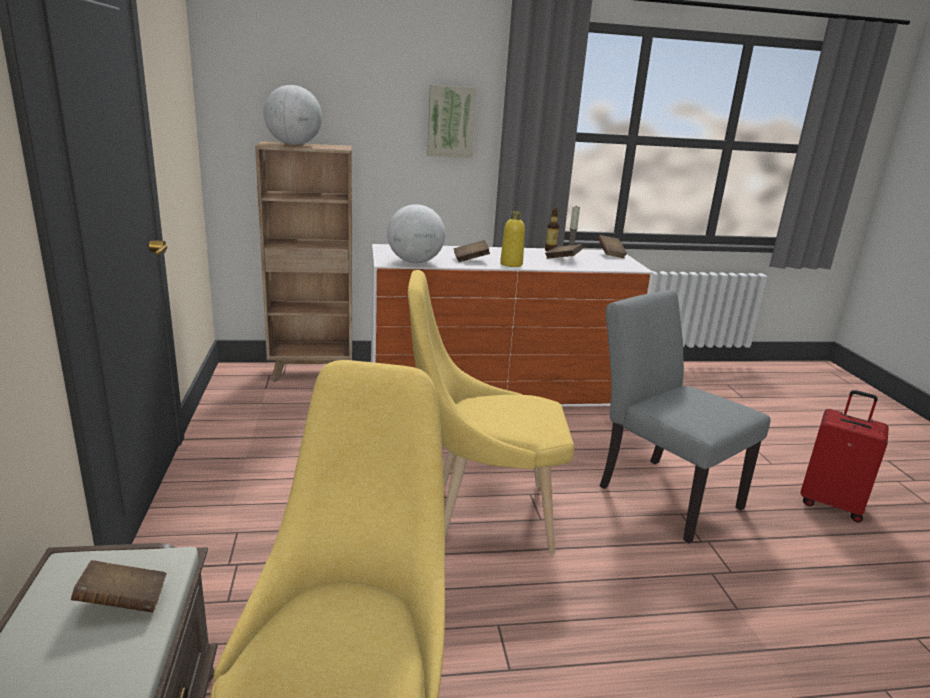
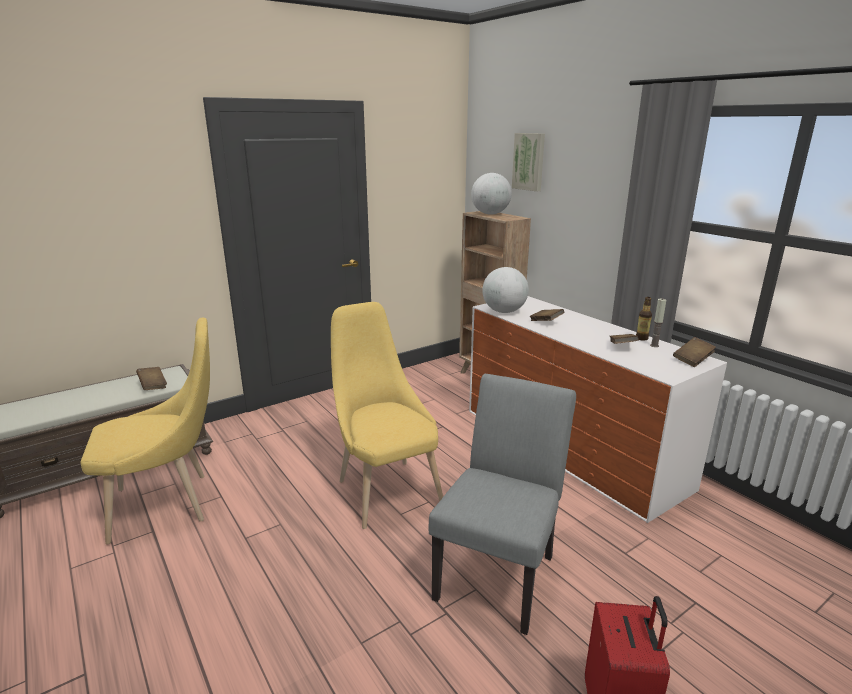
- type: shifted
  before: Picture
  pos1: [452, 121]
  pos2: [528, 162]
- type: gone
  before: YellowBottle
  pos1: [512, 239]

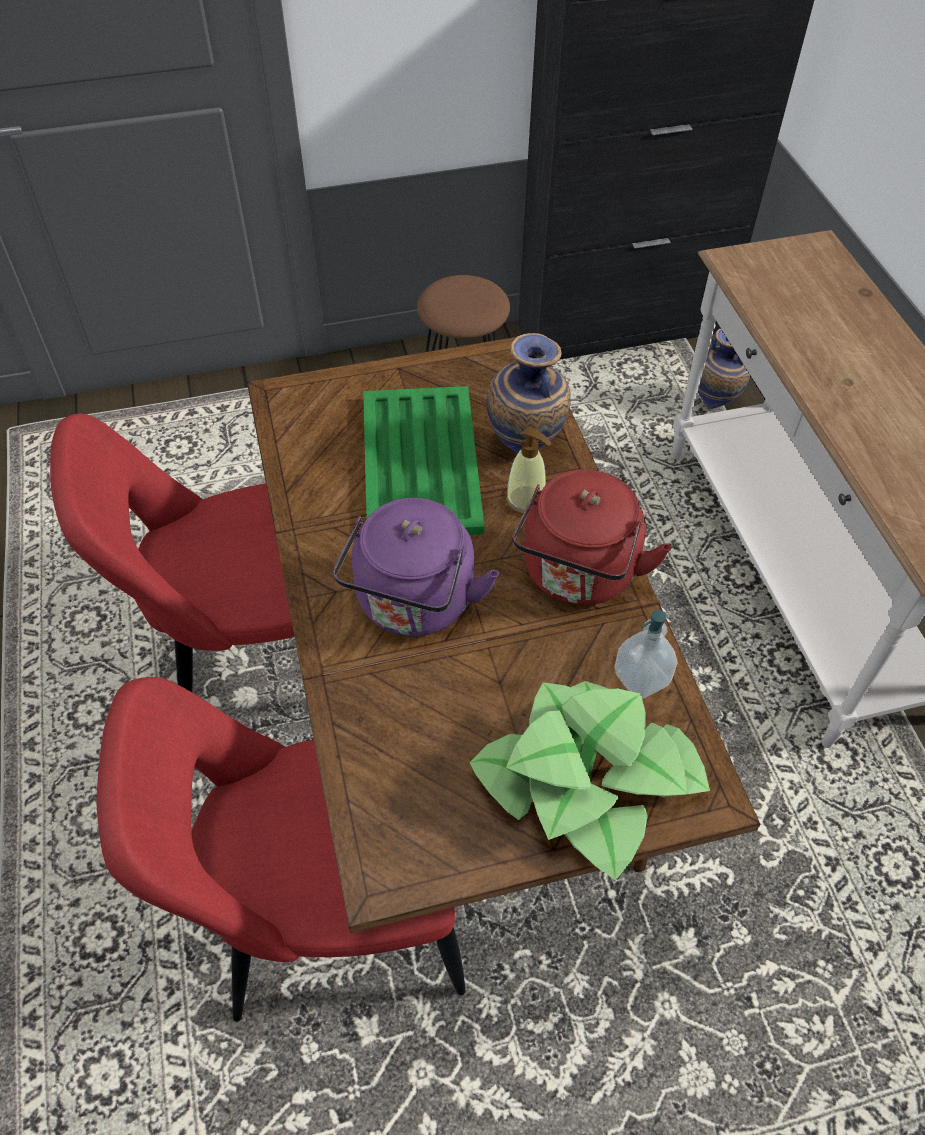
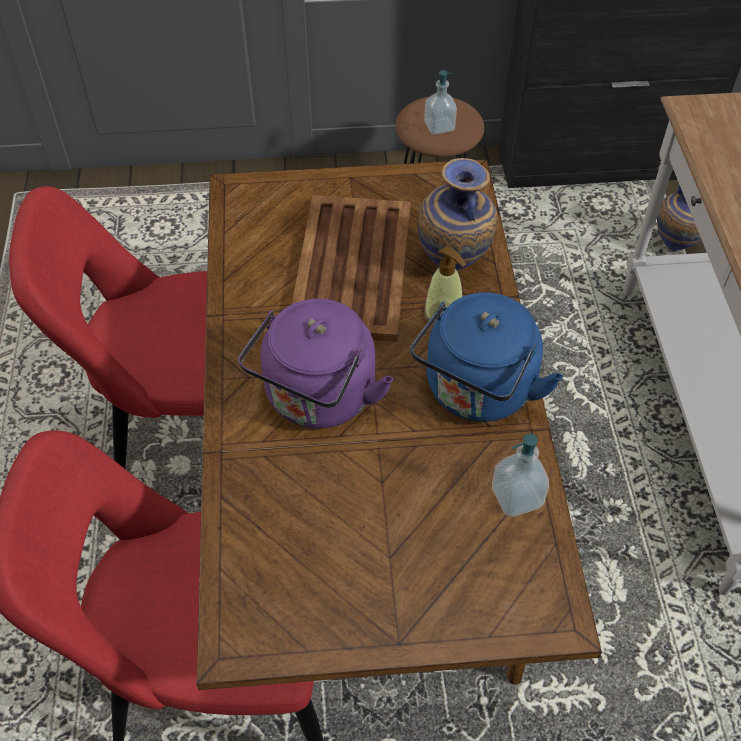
- type: repainted
  before: GreenTray
  after: BrownTray
  pos1: [423, 460]
  pos2: [351, 268]
- type: repainted
  before: RedKettle
  after: BlueKettle
  pos1: [592, 537]
  pos2: [486, 357]
- type: gone
  before: PottedPlant
  pos1: [589, 781]
- type: new
  after: SoapDispenser
  pos2: [440, 102]

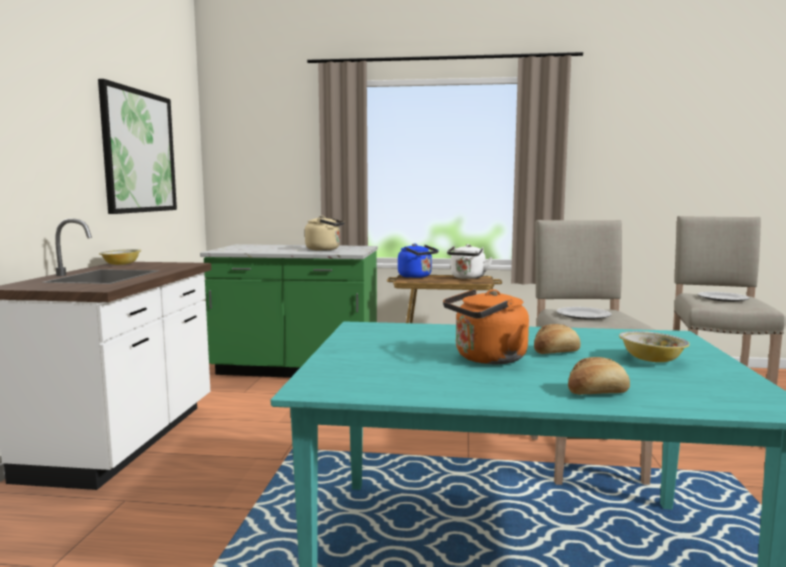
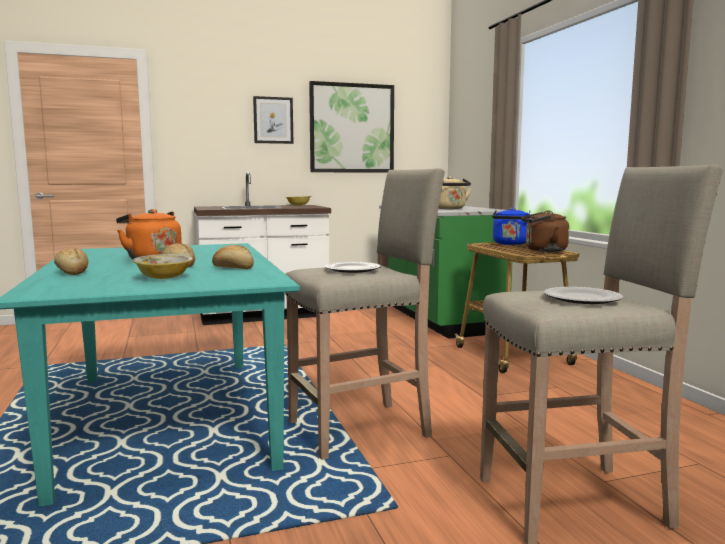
- type: repainted
  before: WhiteKettle
  after: BrownKettle
  pos1: [470, 261]
  pos2: [545, 231]
- type: new
  after: Picture
  pos2: [273, 120]
- type: new
  after: Bread
  pos2: [233, 257]

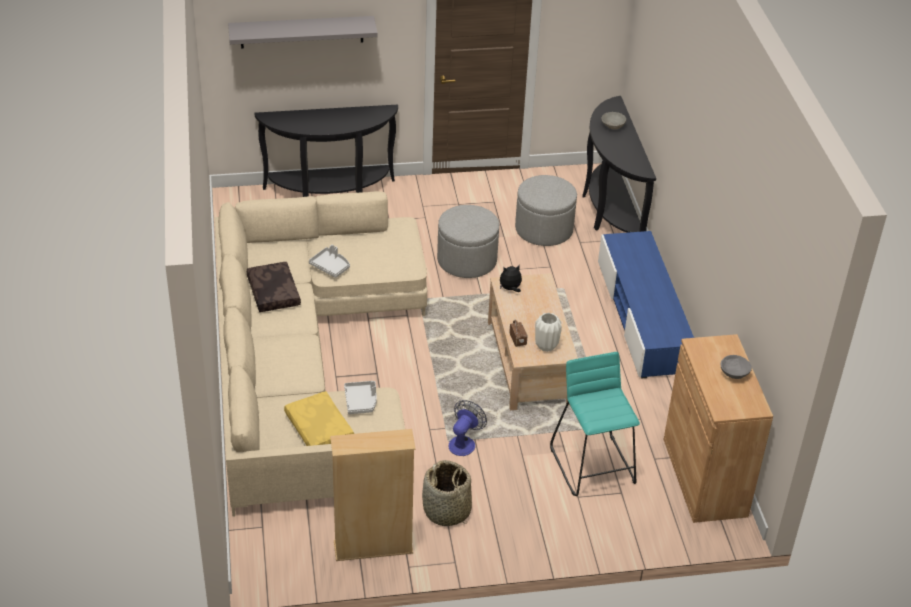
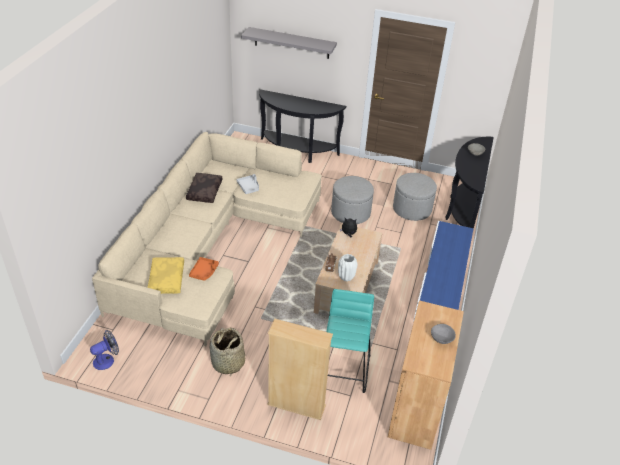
- type: repainted
  before: GreyTray
  after: OrangeTray
  pos1: [360, 397]
  pos2: [204, 269]
- type: shifted
  before: Fan
  pos1: [467, 428]
  pos2: [104, 350]
- type: shifted
  before: BeigeBookcase
  pos1: [373, 495]
  pos2: [300, 369]

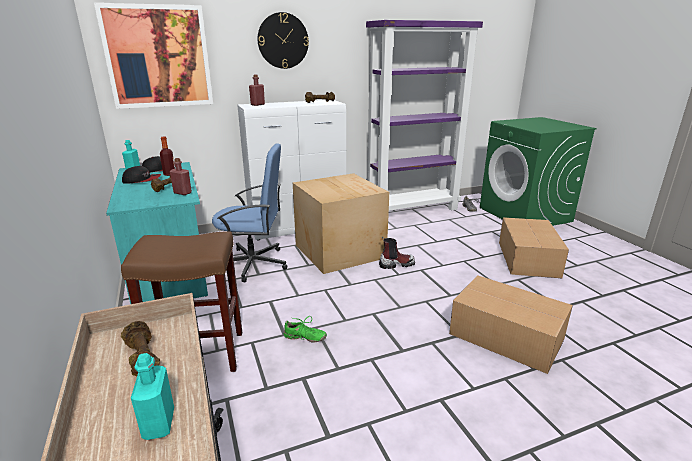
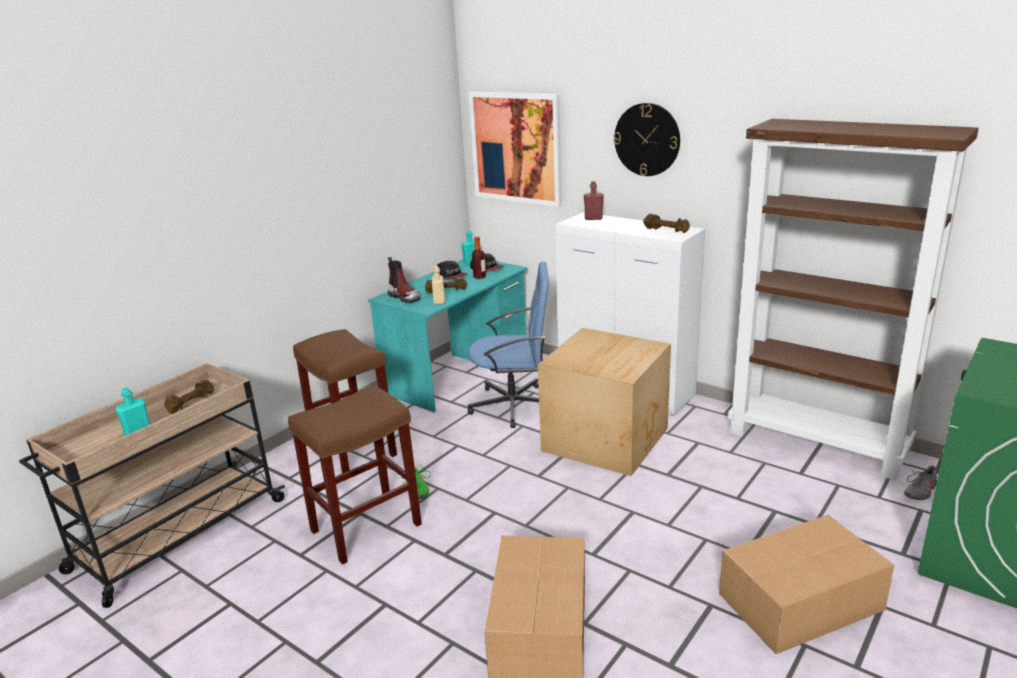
- type: repainted
  before: PurpleBookcase
  after: BrownBookcase
  pos1: [424, 115]
  pos2: [853, 299]
- type: rotated
  before: BlueOfficeChair
  pos1: [249, 213]
  pos2: [508, 345]
  turn: -60
- type: repainted
  before: RedBottle
  after: BeigeBottle
  pos1: [181, 176]
  pos2: [438, 285]
- type: shifted
  before: Boot
  pos1: [397, 253]
  pos2: [404, 280]
- type: new
  after: BrownStool
  pos2: [355, 475]

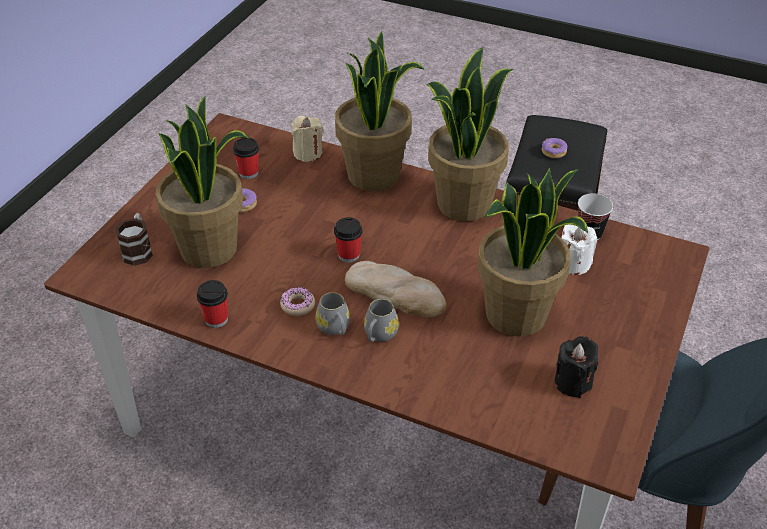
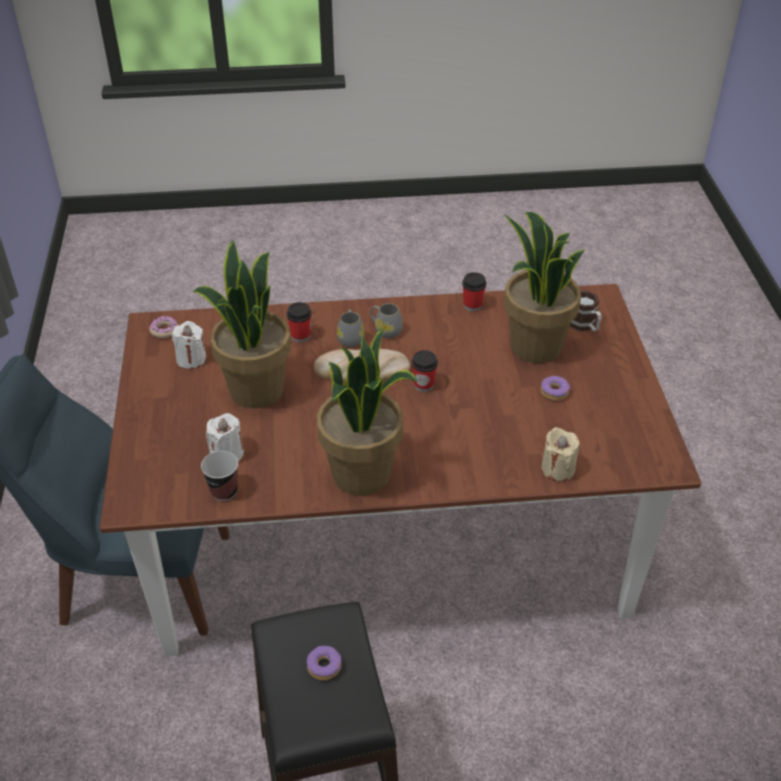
- type: gone
  before: PottedPlant
  pos1: [380, 111]
- type: shifted
  before: Cup
  pos1: [246, 158]
  pos2: [299, 322]
- type: shifted
  before: Donut
  pos1: [297, 301]
  pos2: [163, 327]
- type: repainted
  before: BlackCandle
  after: WhiteCandle
  pos1: [576, 367]
  pos2: [189, 345]

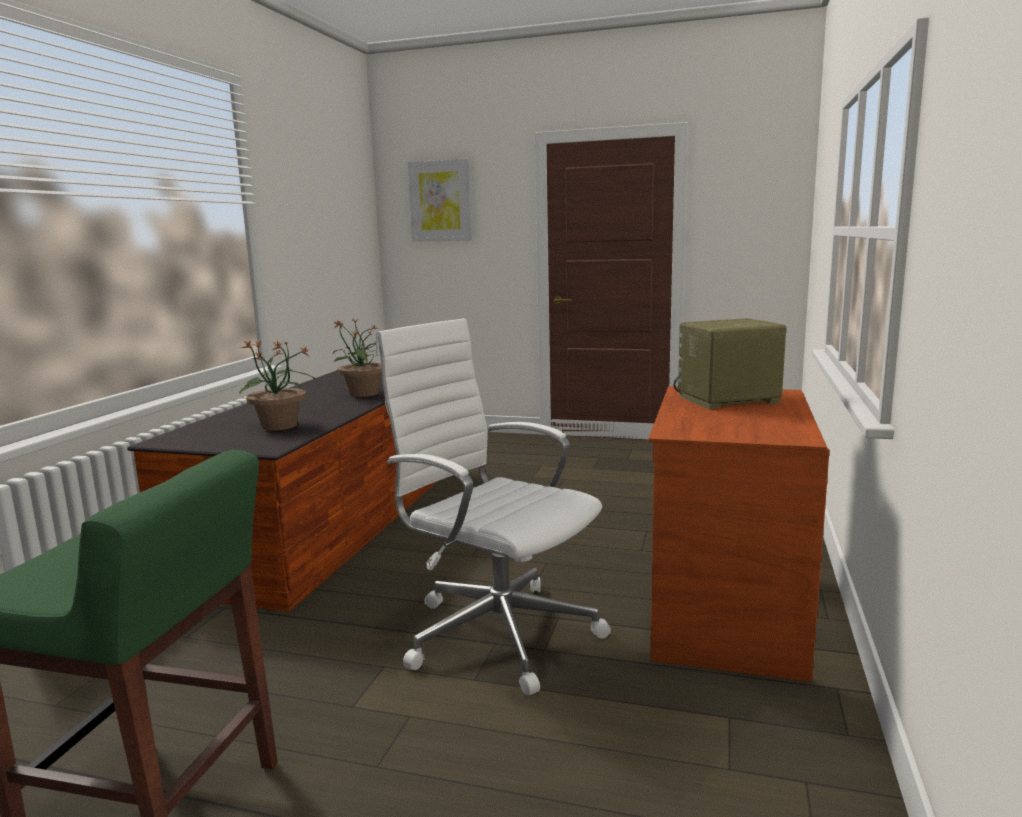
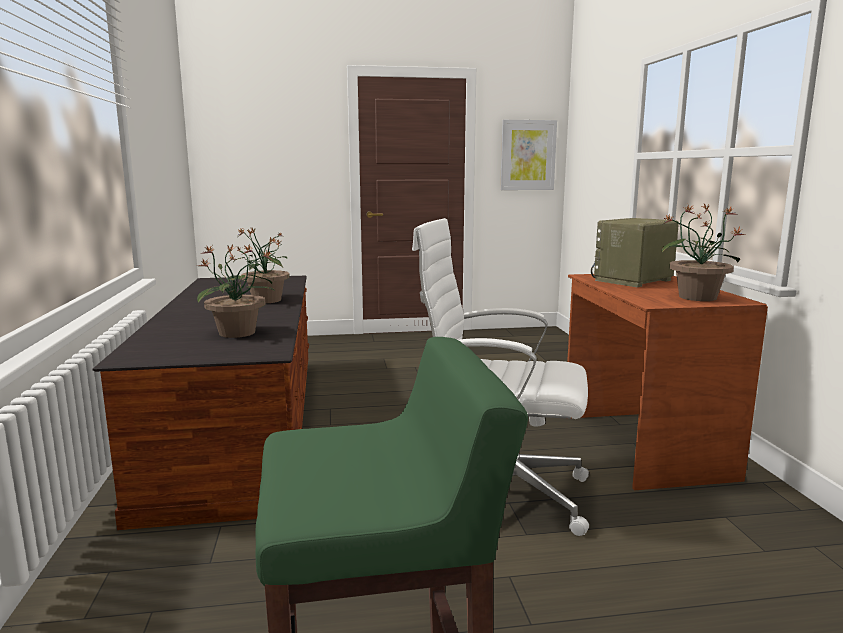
- type: shifted
  before: Picture
  pos1: [440, 200]
  pos2: [528, 155]
- type: new
  after: PottedPlant
  pos2: [704, 252]

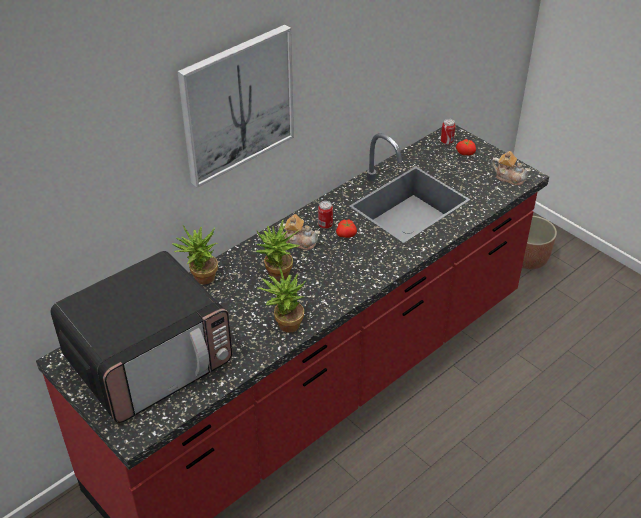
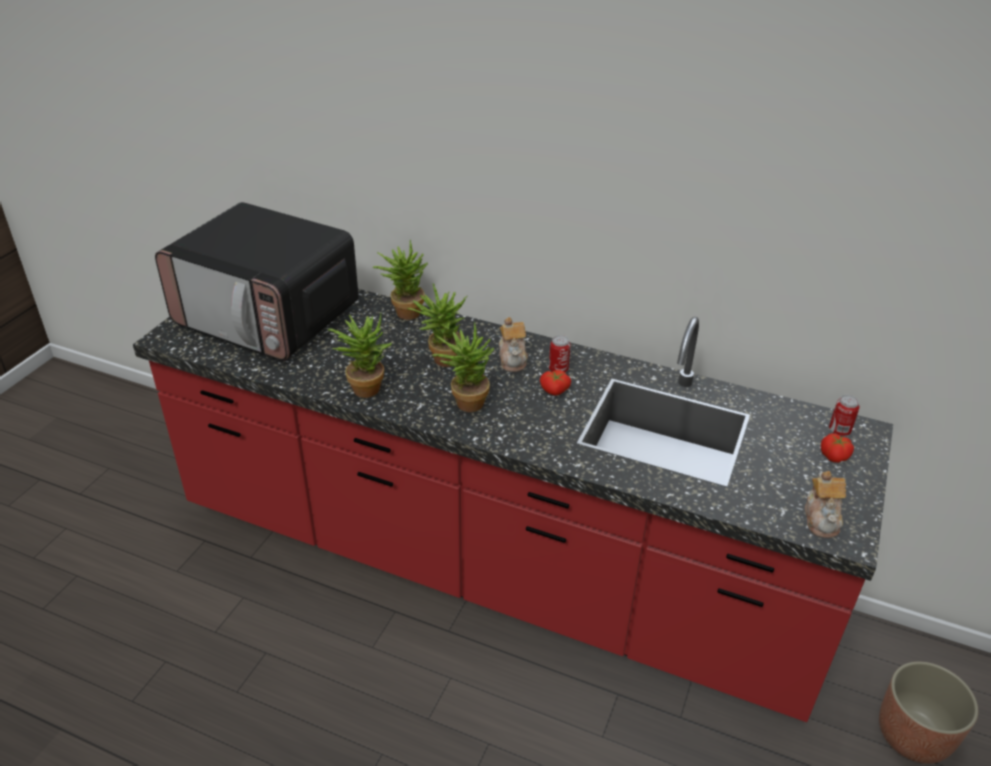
- type: gone
  before: Picture
  pos1: [235, 106]
- type: new
  after: PottedPlant
  pos2: [463, 367]

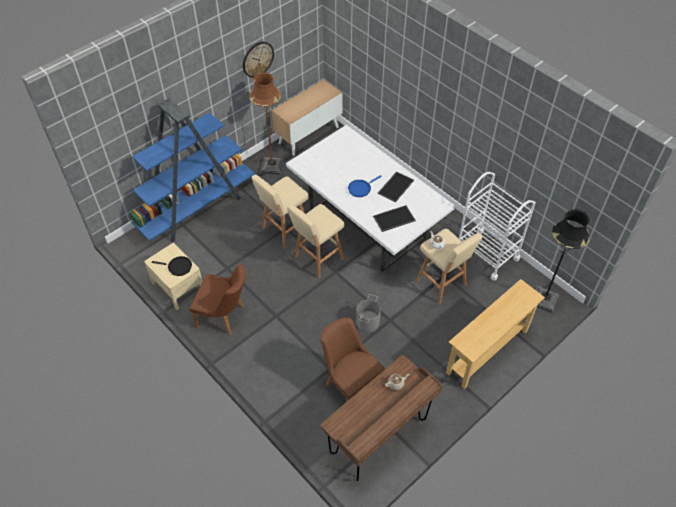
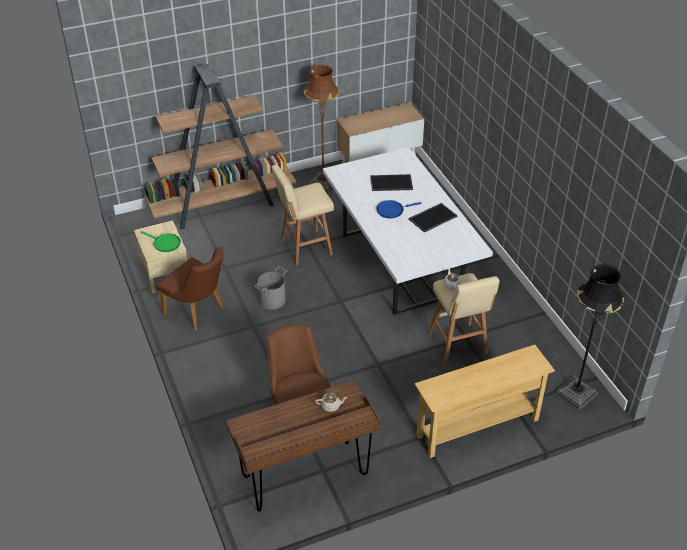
- type: gone
  before: WallClock
  pos1: [258, 60]
- type: repainted
  before: BlueBookcase
  after: BrownBookcase
  pos1: [192, 170]
  pos2: [220, 147]
- type: gone
  before: WhiteCart
  pos1: [497, 226]
- type: gone
  before: BeigeStool
  pos1: [316, 241]
- type: shifted
  before: Tray
  pos1: [394, 218]
  pos2: [391, 182]
- type: repainted
  before: BlackFryingPan
  after: GreenFryingPan
  pos1: [172, 266]
  pos2: [161, 241]
- type: shifted
  before: GreyBucket
  pos1: [368, 313]
  pos2: [271, 288]

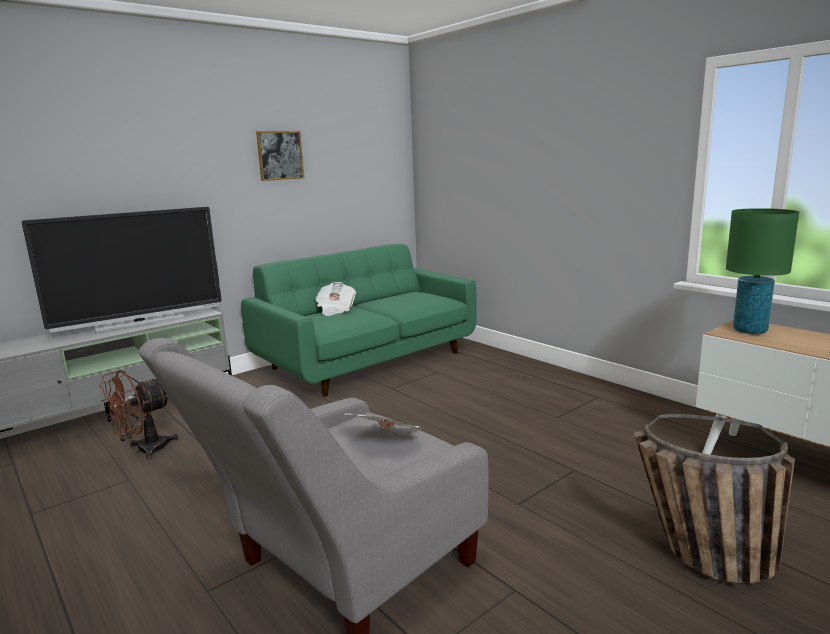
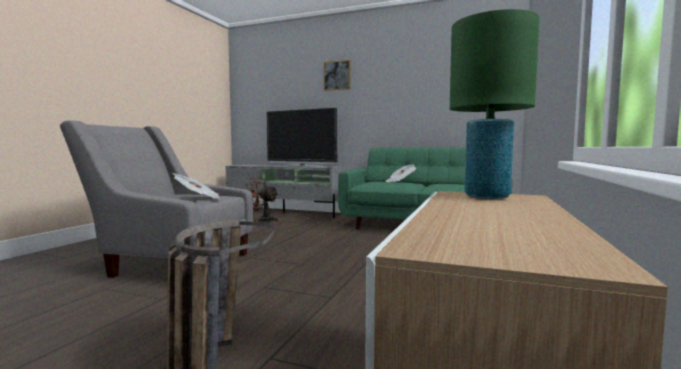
- type: shifted
  before: Picture
  pos1: [280, 156]
  pos2: [337, 75]

